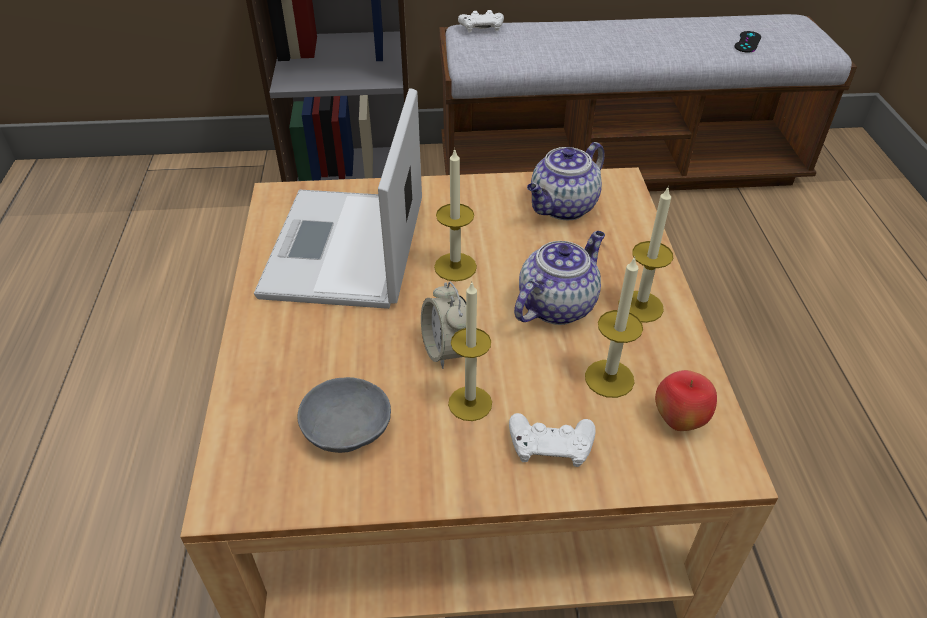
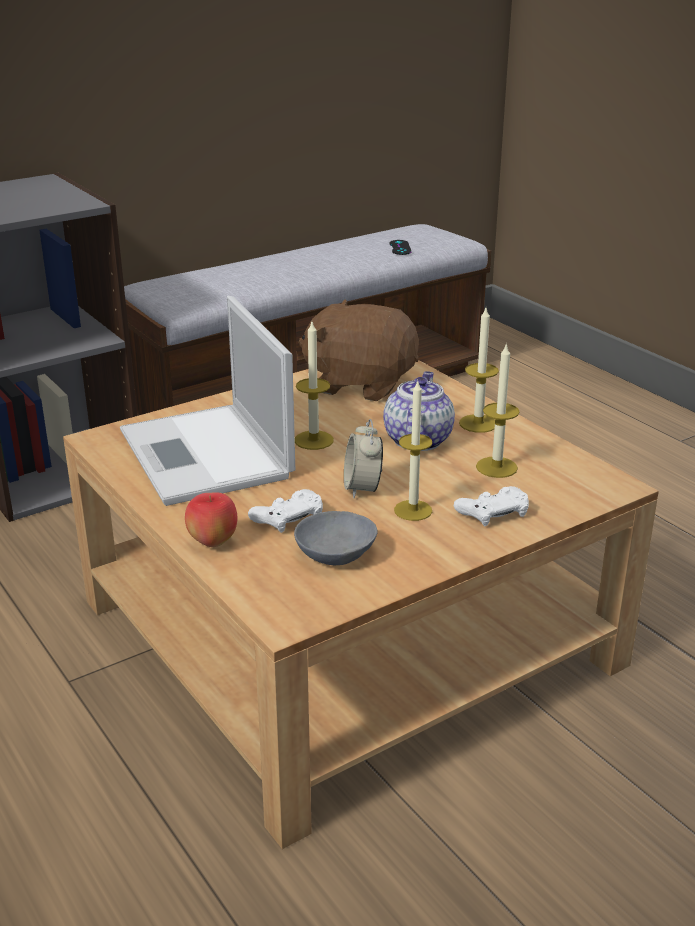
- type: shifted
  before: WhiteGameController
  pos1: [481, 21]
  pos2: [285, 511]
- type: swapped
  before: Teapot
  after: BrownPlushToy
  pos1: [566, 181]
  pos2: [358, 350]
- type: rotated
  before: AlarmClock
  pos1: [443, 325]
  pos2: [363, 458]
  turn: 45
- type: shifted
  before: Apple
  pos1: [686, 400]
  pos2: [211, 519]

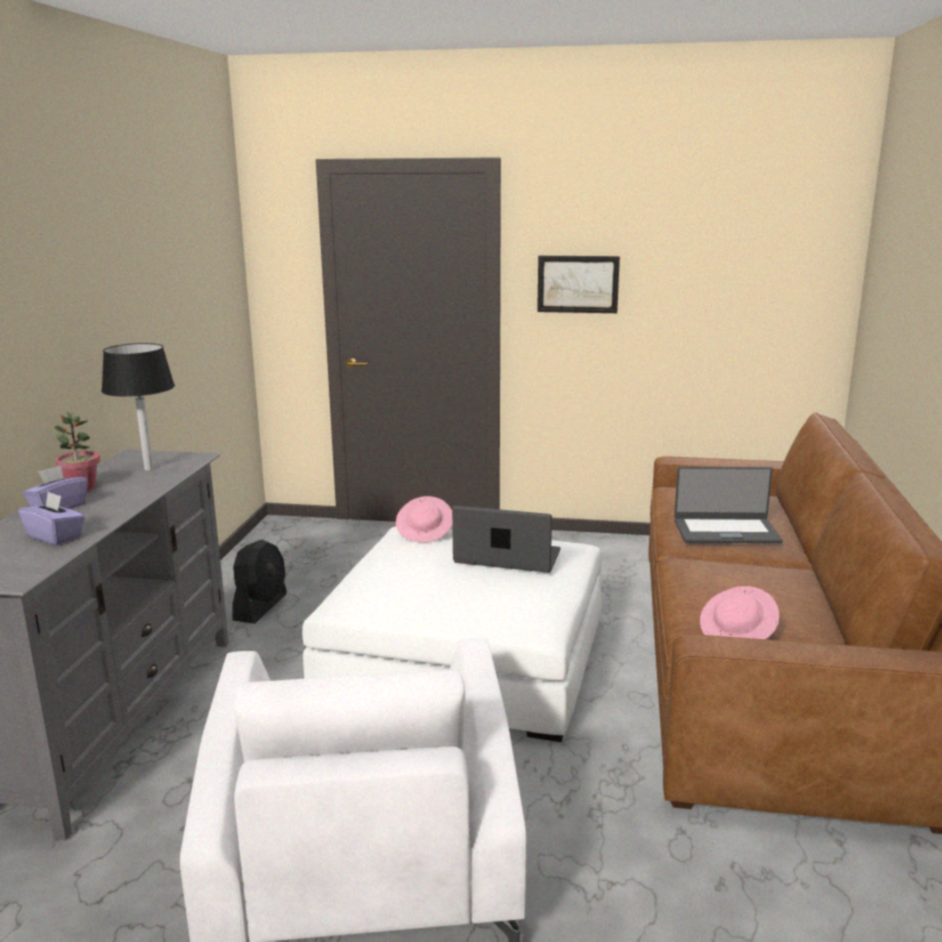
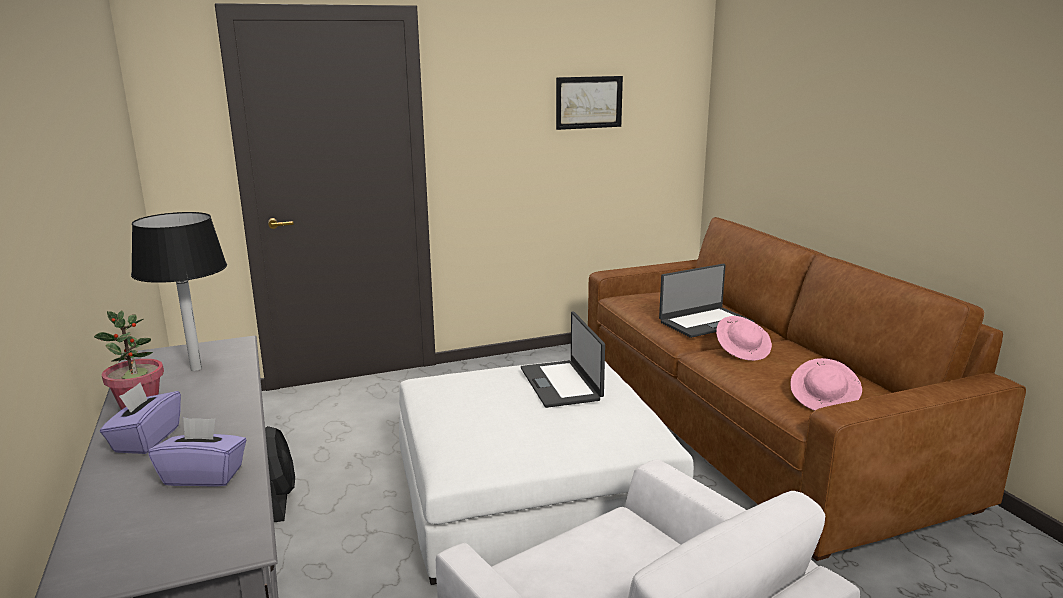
- type: shifted
  before: Picture
  pos1: [578, 284]
  pos2: [589, 103]
- type: shifted
  before: PinkHat
  pos1: [424, 519]
  pos2: [744, 338]
- type: rotated
  before: Laptop
  pos1: [506, 539]
  pos2: [563, 360]
  turn: -90

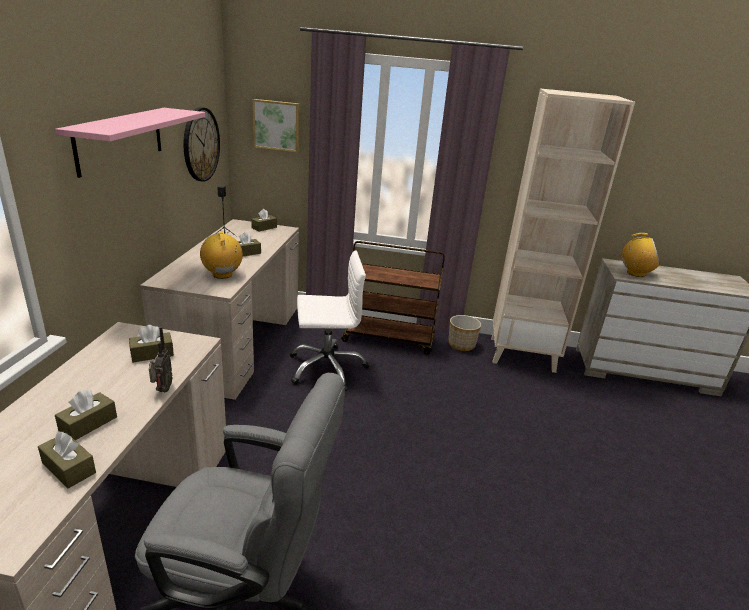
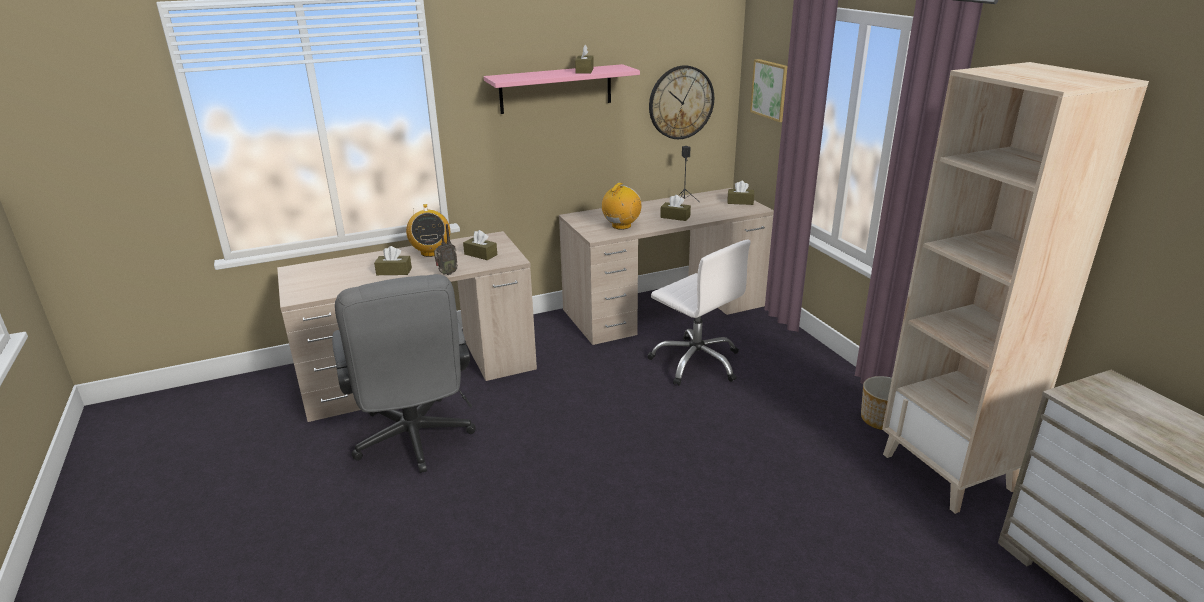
- type: shifted
  before: Radio
  pos1: [641, 255]
  pos2: [428, 230]
- type: gone
  before: BrownCart
  pos1: [393, 297]
- type: shifted
  before: BrownTissueBox
  pos1: [67, 460]
  pos2: [584, 59]

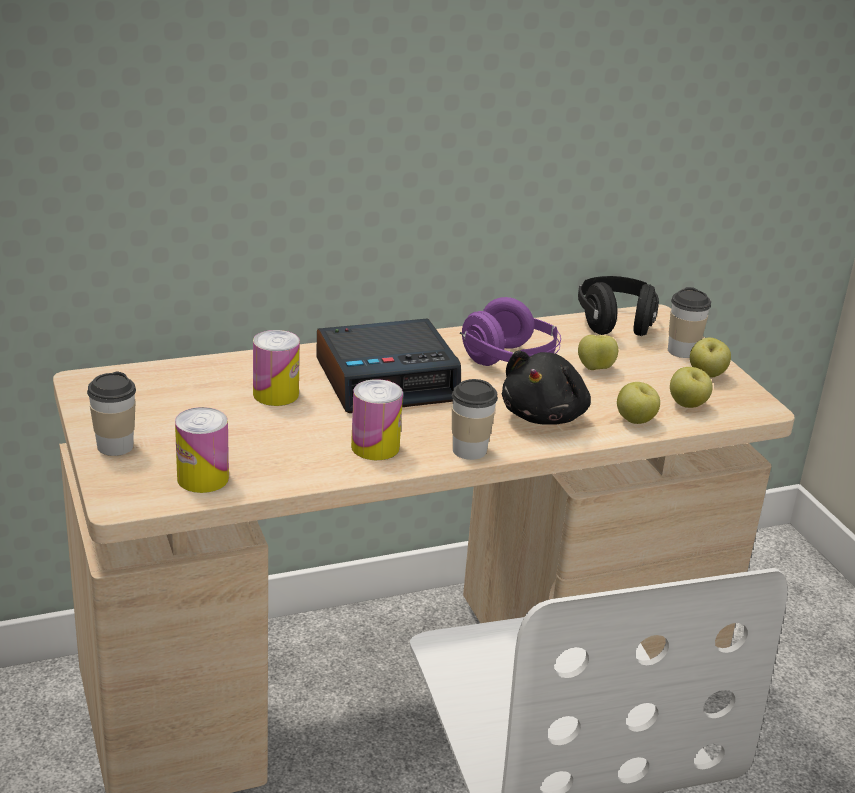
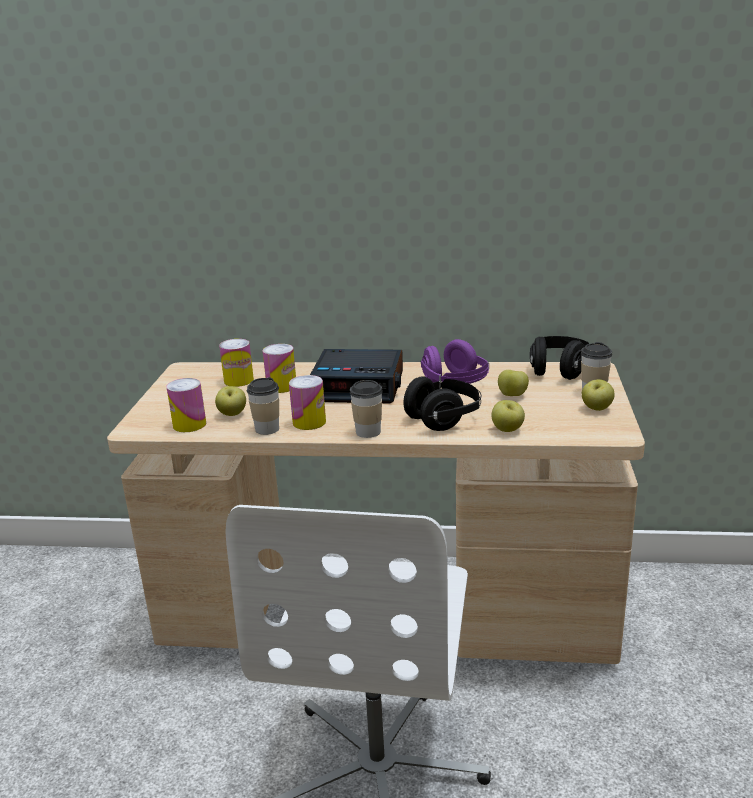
- type: swapped
  before: BlackPlushToy
  after: BlackHeadphones
  pos1: [546, 388]
  pos2: [442, 403]
- type: shifted
  before: Apple
  pos1: [691, 387]
  pos2: [230, 401]
- type: shifted
  before: Cup
  pos1: [111, 414]
  pos2: [263, 406]
- type: new
  after: Can
  pos2: [236, 363]

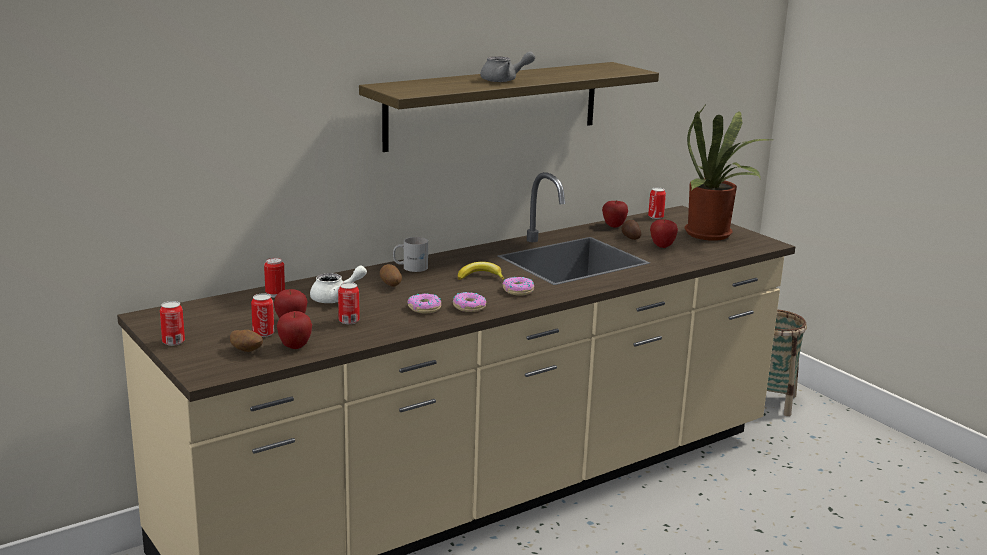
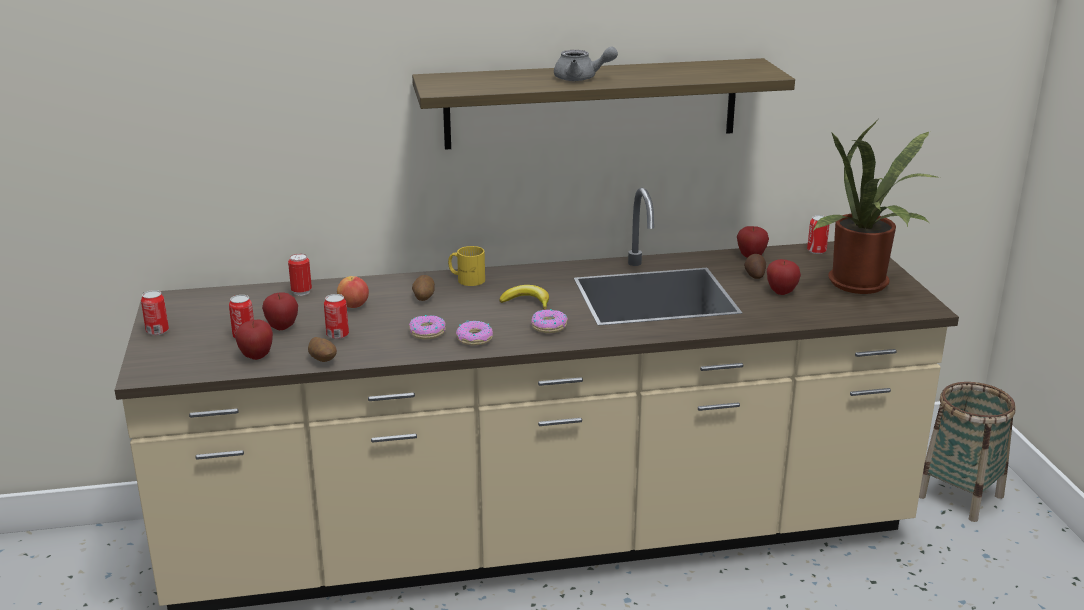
- type: repainted
  before: WhiteMug
  after: YellowMug
  pos1: [410, 254]
  pos2: [466, 266]
- type: swapped
  before: WhiteTeapot
  after: Apple
  pos1: [338, 284]
  pos2: [353, 292]
- type: shifted
  before: Potato
  pos1: [246, 341]
  pos2: [322, 349]

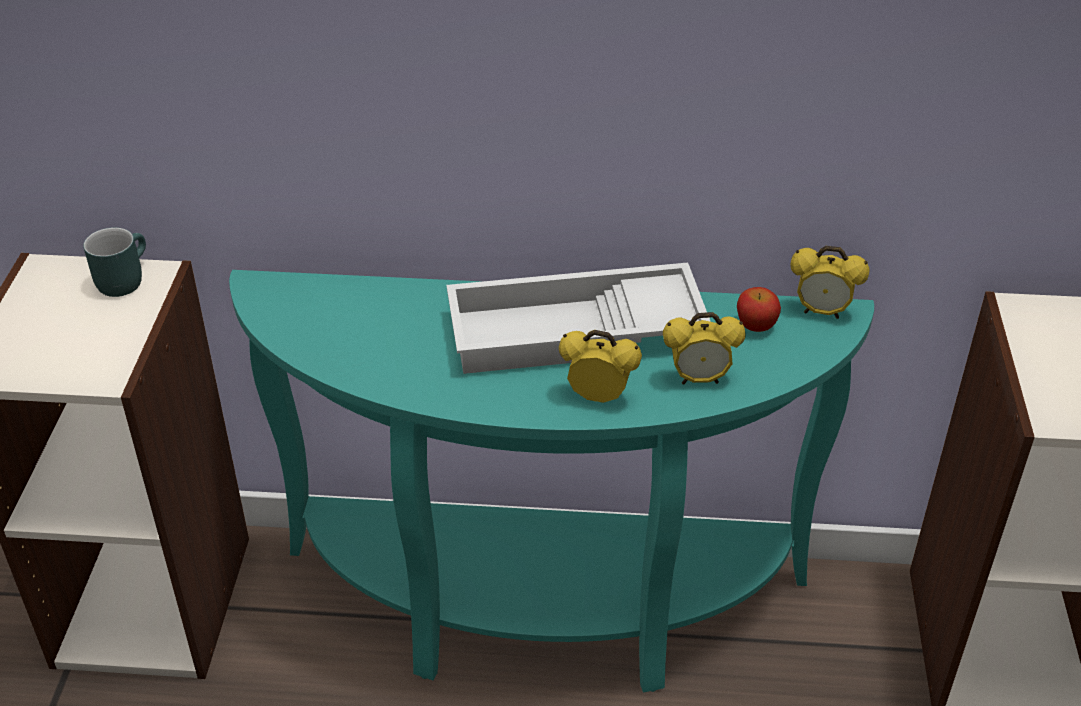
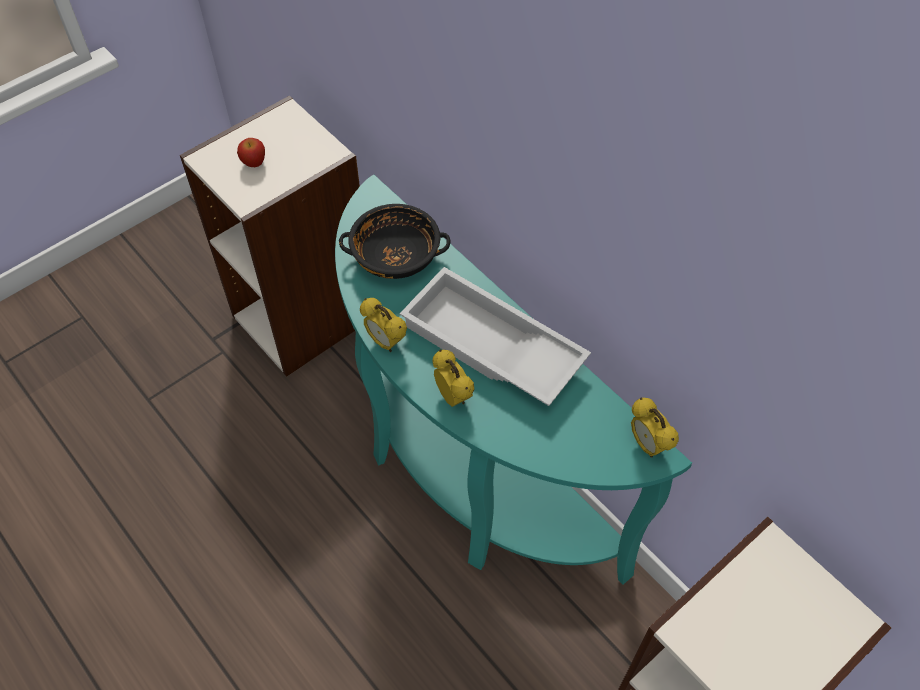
- type: gone
  before: TurquoiseMug
  pos1: [114, 262]
- type: shifted
  before: Apple
  pos1: [759, 309]
  pos2: [251, 152]
- type: shifted
  before: AlarmClock
  pos1: [704, 348]
  pos2: [383, 325]
- type: new
  after: BlackBowl
  pos2: [395, 241]

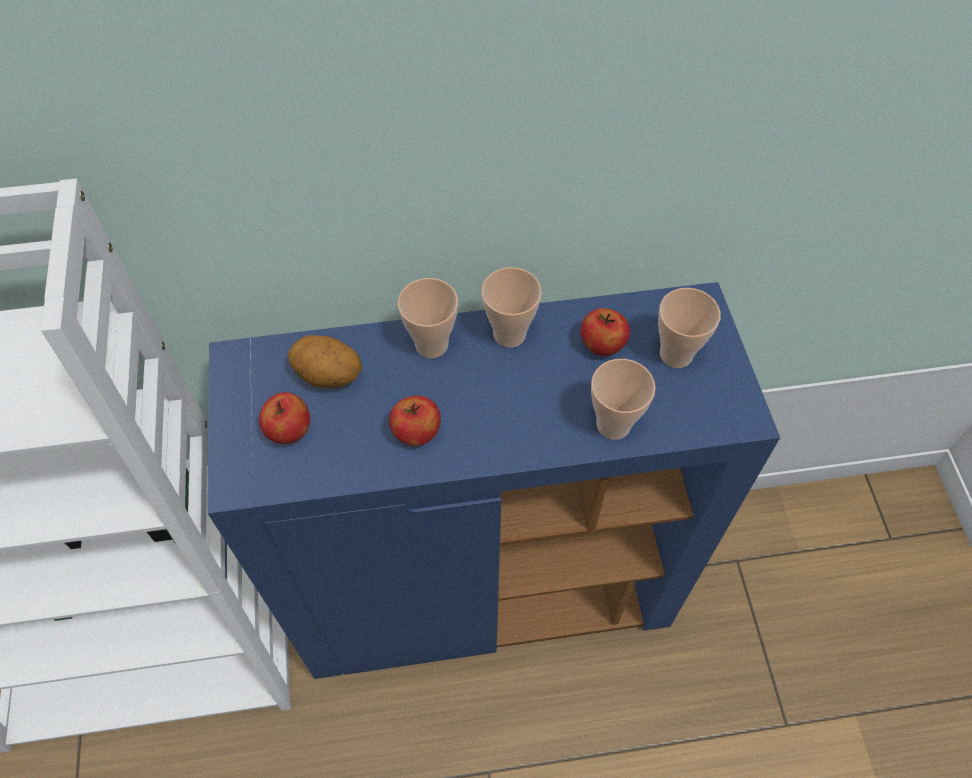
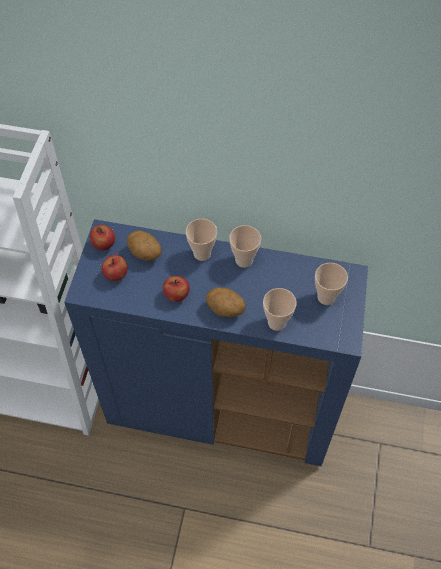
- type: shifted
  before: Apple
  pos1: [605, 332]
  pos2: [102, 237]
- type: new
  after: Potato
  pos2: [226, 302]

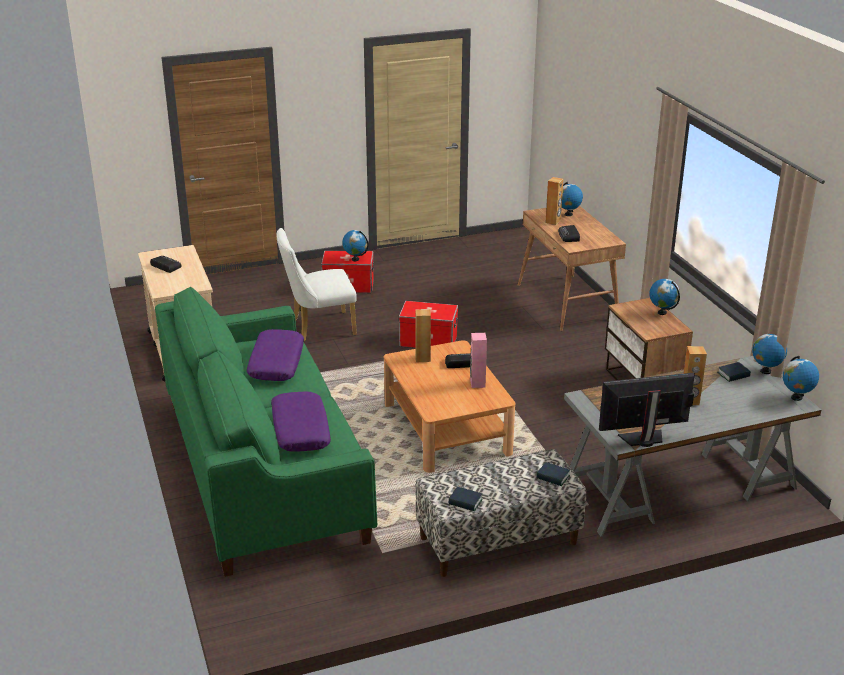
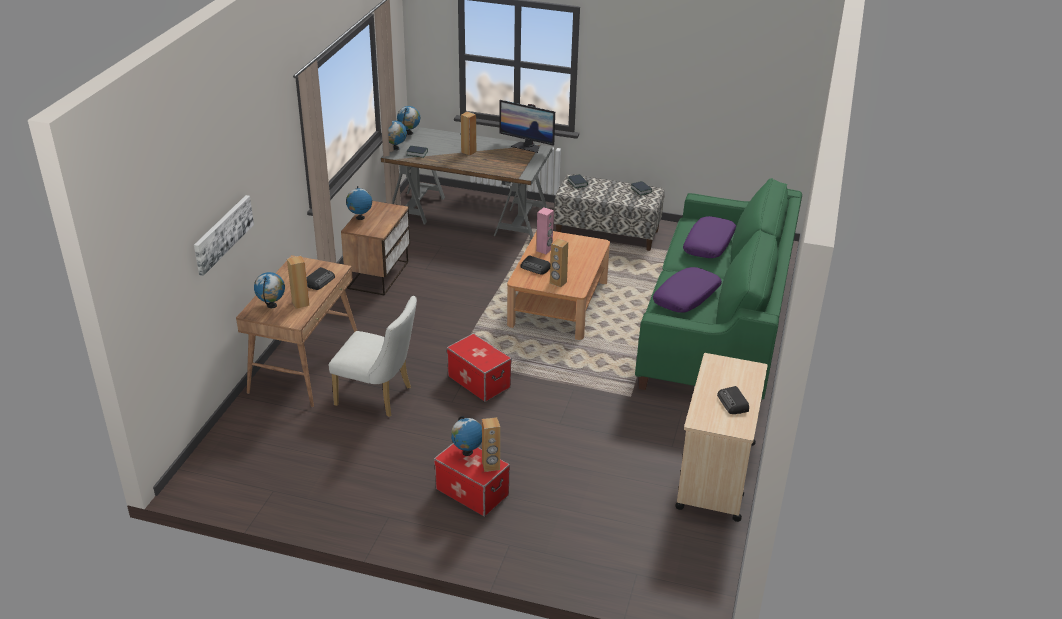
- type: shifted
  before: WhiteChair
  pos1: [317, 284]
  pos2: [373, 356]
- type: new
  after: Picture
  pos2: [224, 235]
- type: new
  after: BrownSpeaker
  pos2: [491, 444]

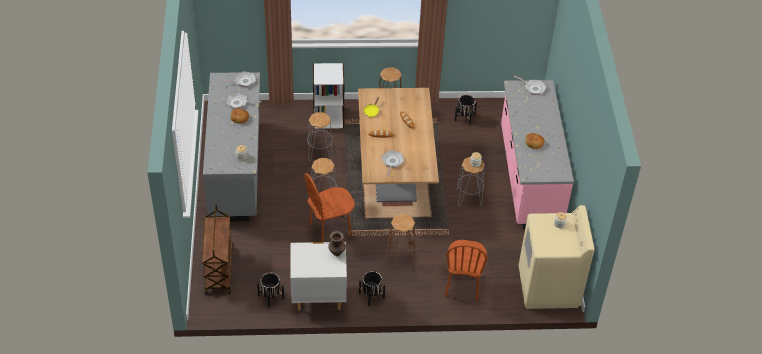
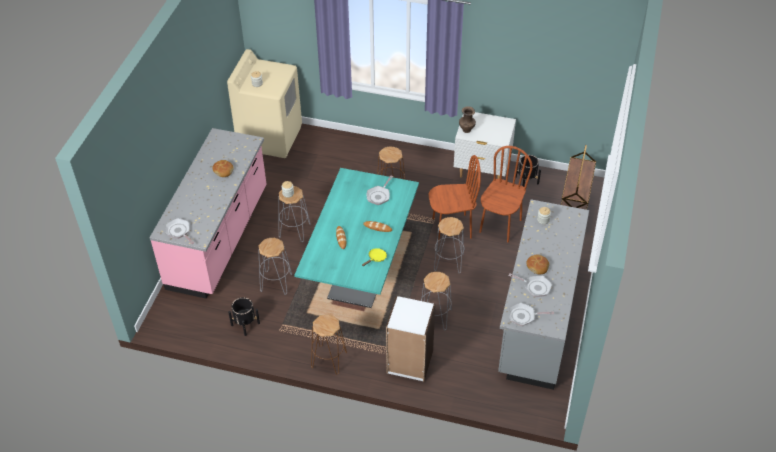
- type: repainted
  before: BrownDiningTable
  after: TurquoiseDiningTable
  pos1: [398, 145]
  pos2: [356, 238]
- type: shifted
  before: BrownChair
  pos1: [466, 270]
  pos2: [506, 194]
- type: gone
  before: BlackPlanter
  pos1: [372, 288]
- type: new
  after: GreyStool
  pos2: [275, 266]

